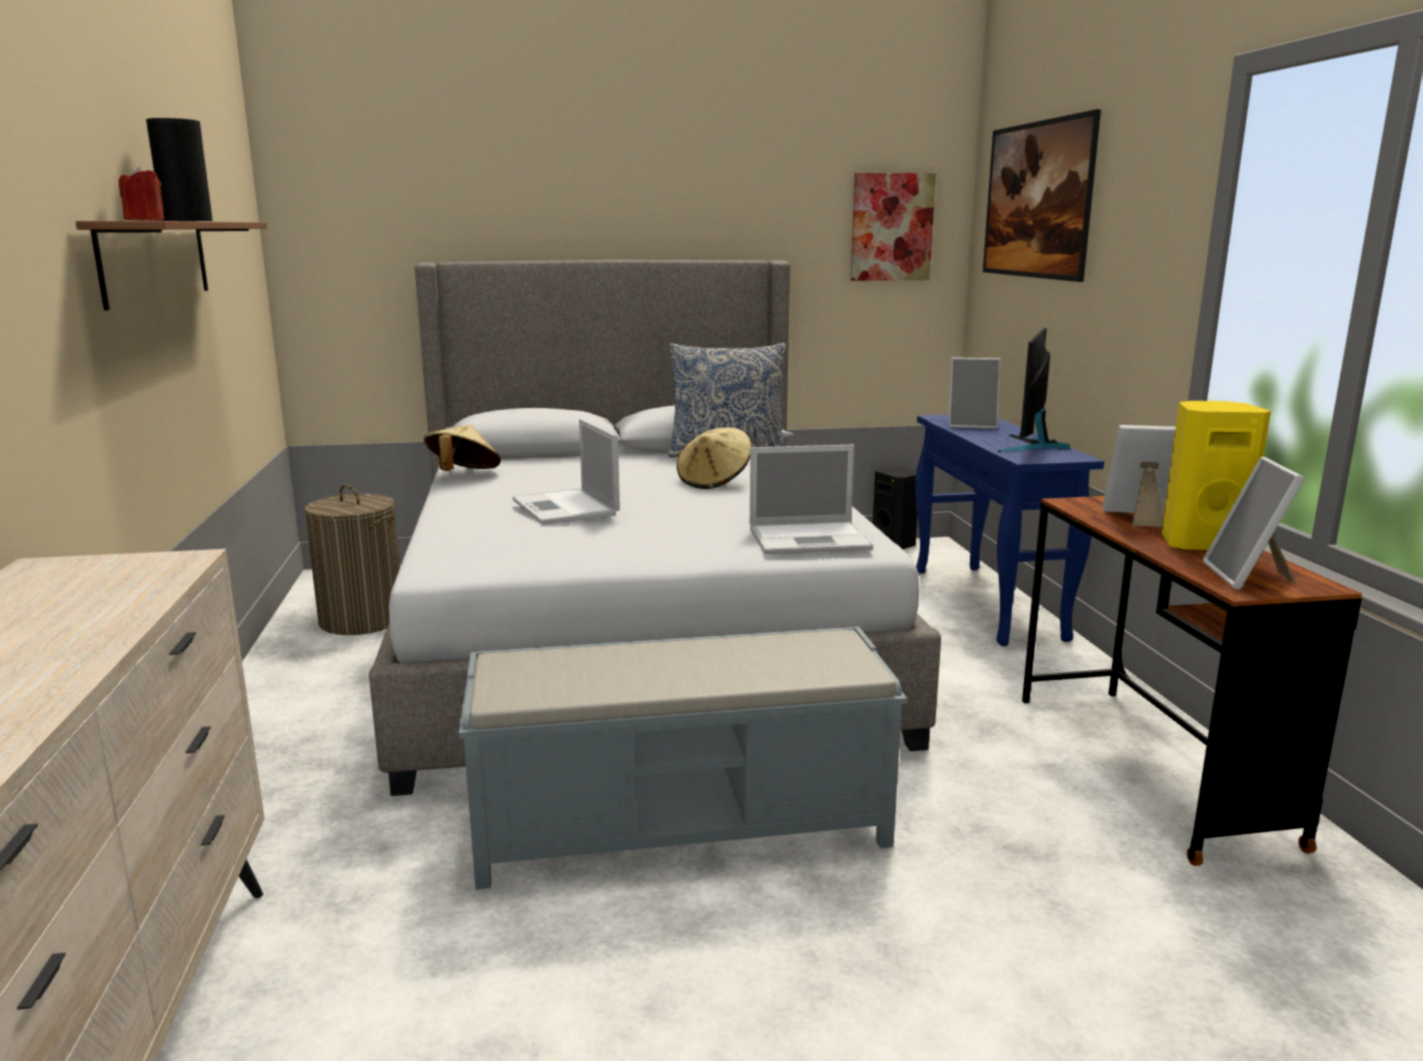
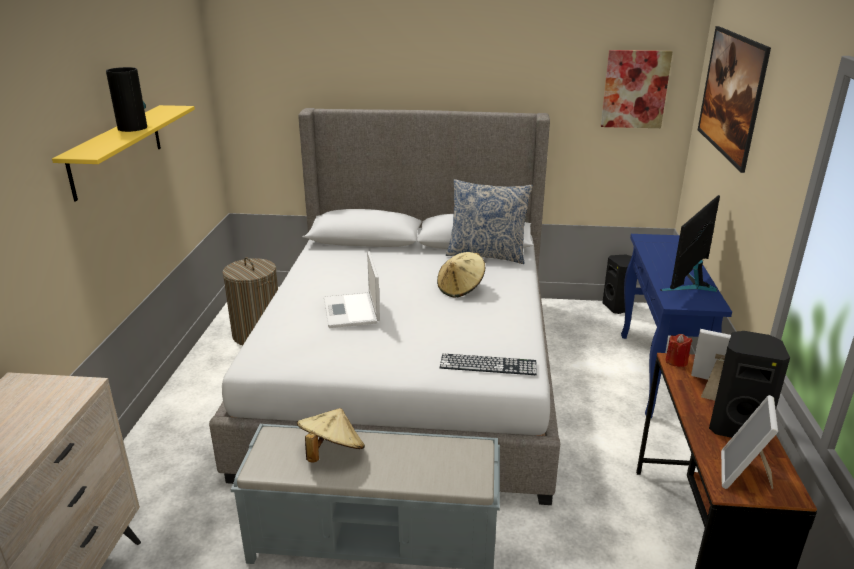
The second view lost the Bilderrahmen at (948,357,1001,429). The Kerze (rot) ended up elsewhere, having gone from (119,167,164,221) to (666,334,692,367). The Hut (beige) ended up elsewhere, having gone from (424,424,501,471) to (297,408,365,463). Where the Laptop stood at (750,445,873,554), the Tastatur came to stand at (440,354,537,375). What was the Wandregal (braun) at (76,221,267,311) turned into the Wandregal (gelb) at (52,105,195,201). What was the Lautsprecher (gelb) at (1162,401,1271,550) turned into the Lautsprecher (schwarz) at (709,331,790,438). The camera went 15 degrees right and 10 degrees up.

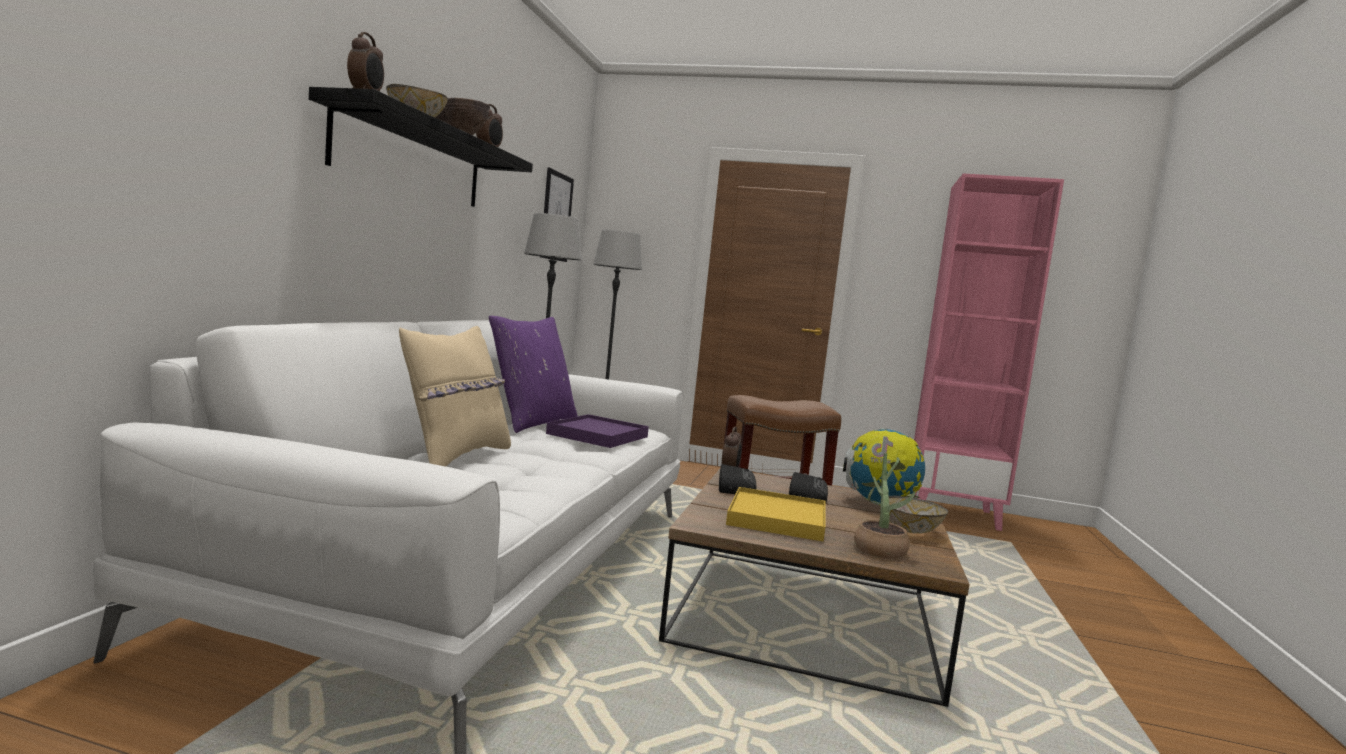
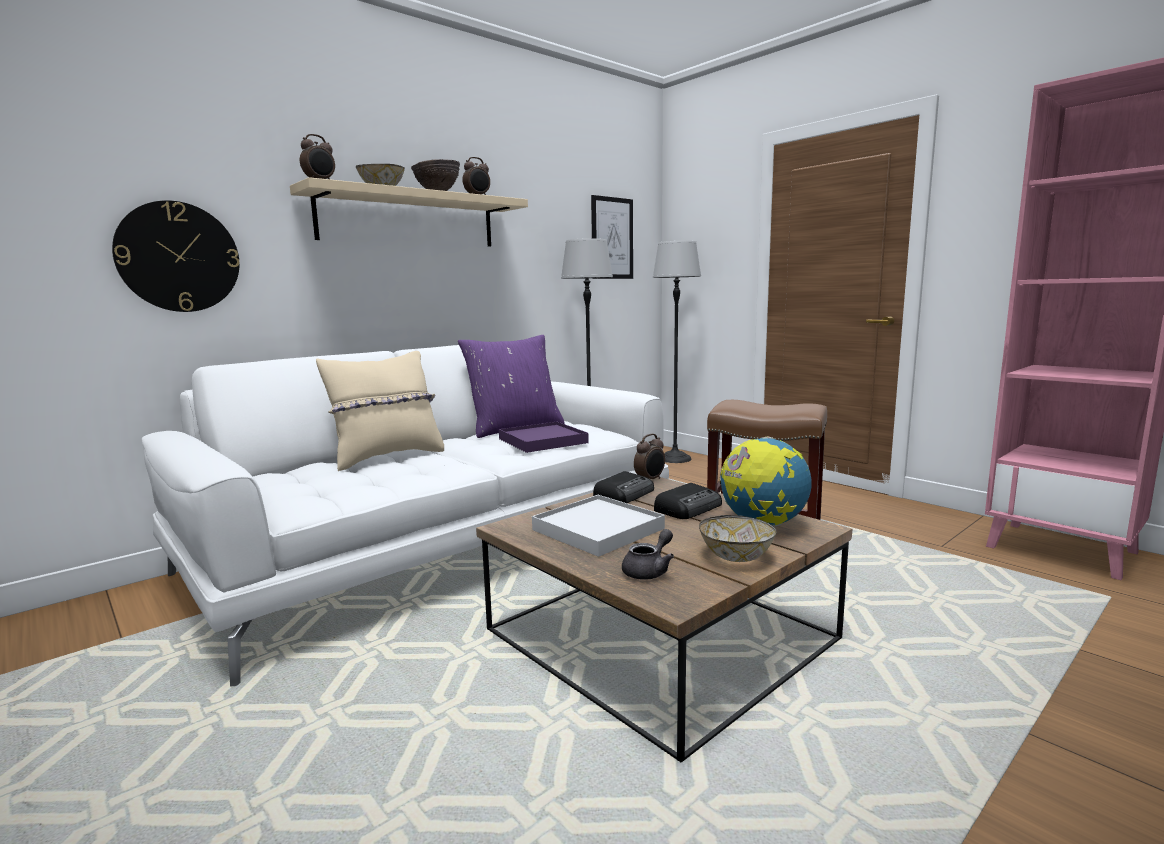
The second view gained the Wanduhr at (112,200,239,312). Where the Topfpflanze stood at (854,453,920,559), the Teekanne (grau) came to stand at (622,529,674,580). What was the Wandregal (schwarz) at (309,87,533,207) turned into the Wandregal (beige) at (290,177,528,247). What was the Tablett (gelb) at (726,487,825,541) turned into the Tablett (weiß) at (532,495,665,557). The camera went 35 degrees right and 5 degrees up.

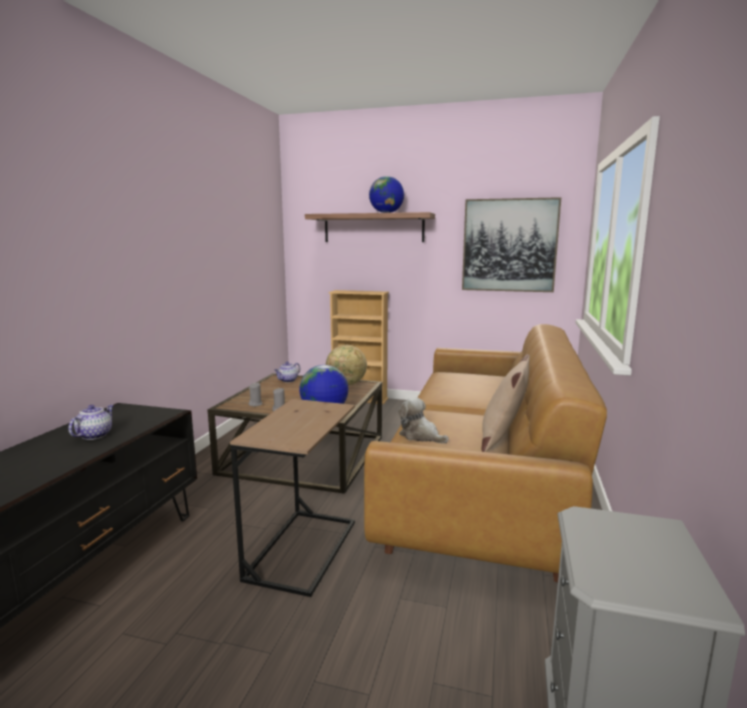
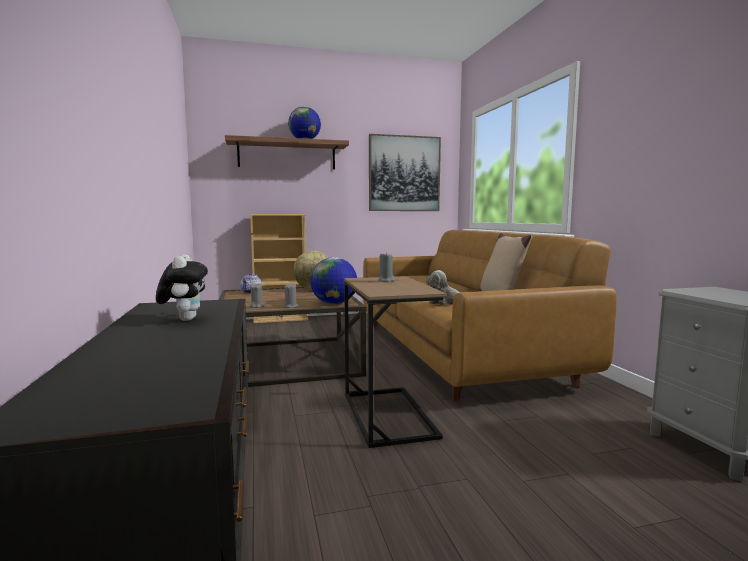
The second view gained the Kerze (grau) at (378,252,395,282). Where the Teekanne stood at (68,405,114,440), the Plüschtier came to stand at (156,254,208,321). The camera went 30 degrees left and 5 degrees down.

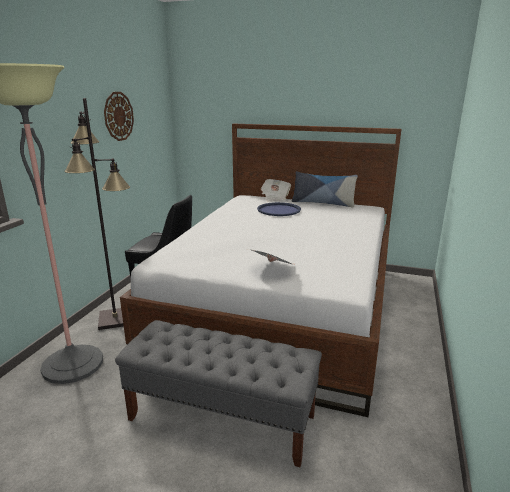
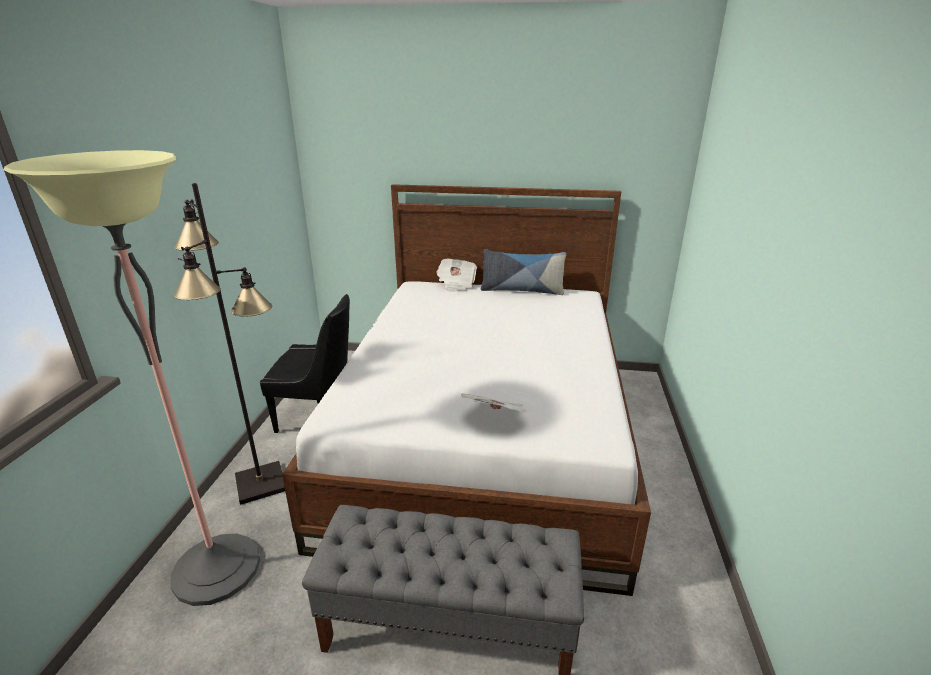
The second view lost the Wanduhr at (104,92,134,141). The second view lost the Tablett (blau) at (257,202,301,216). The camera went 10 degrees left and 5 degrees up.

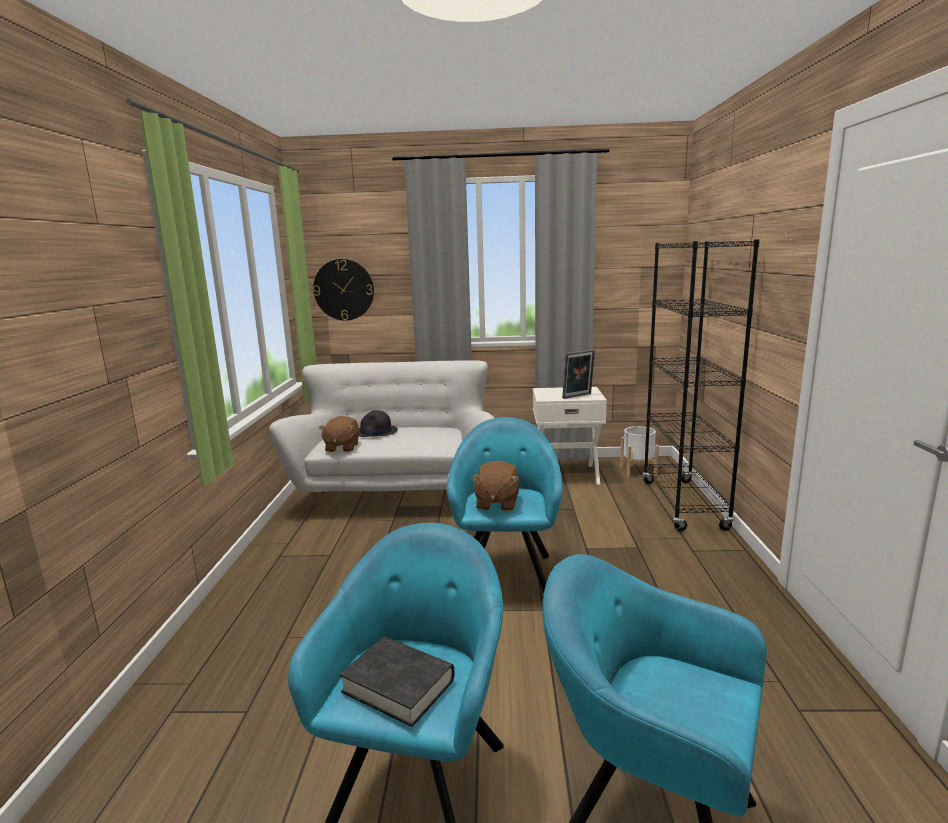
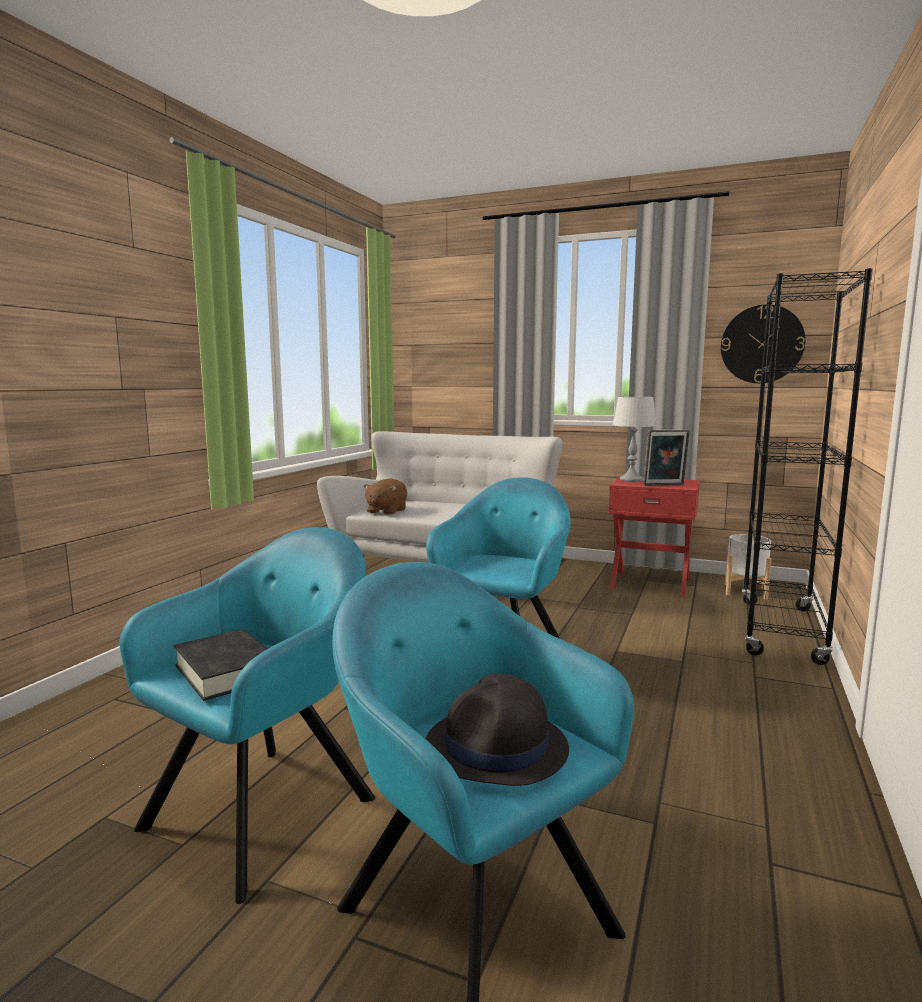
The second view lost the Plüschtier (braun) at (470,460,520,511). The second view gained the Tischlampe (grau) at (613,397,656,482). The Wanduhr ended up elsewhere, having gone from (313,259,374,321) to (721,304,806,383). The Hut (schwarz) ended up elsewhere, having gone from (359,410,398,437) to (426,673,569,786). What was the Nachttisch (weiß) at (533,387,607,485) turned into the Nachttisch (rot) at (608,476,700,597). The camera went 20 degrees right and 5 degrees down.

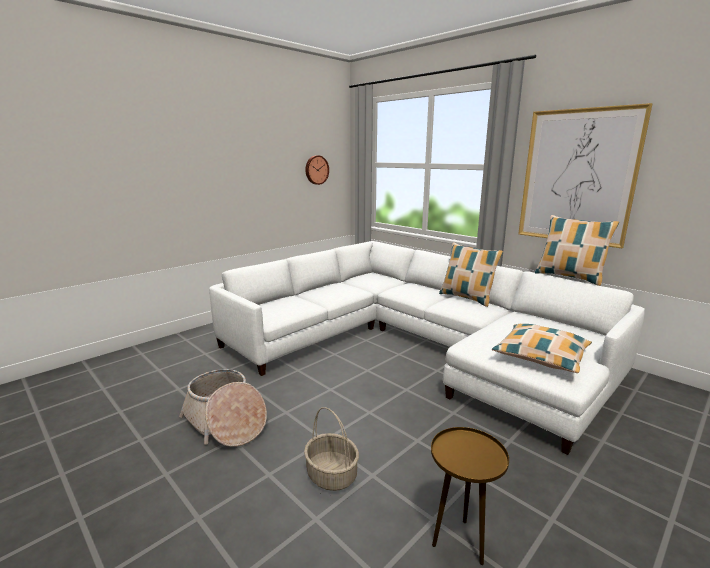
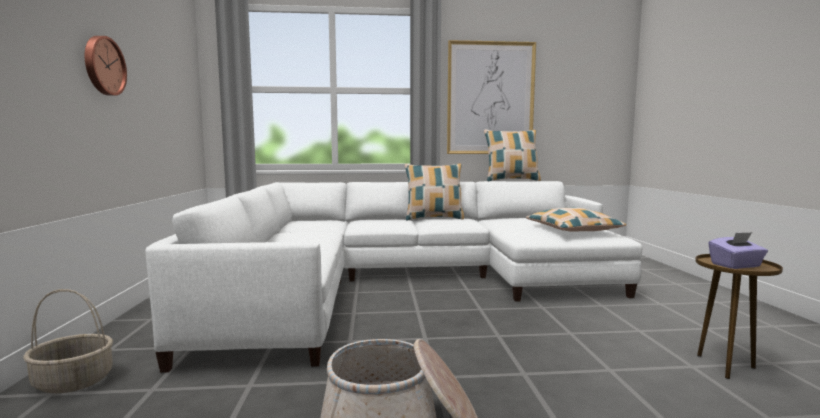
The second view gained the Taschentuchbox (lila) at (708,232,768,269). The Korb ended up elsewhere, having gone from (304,407,359,491) to (23,289,113,393). The Wanduhr ended up elsewhere, having gone from (305,155,329,185) to (85,36,127,96). The camera went 50 degrees left and 10 degrees down.

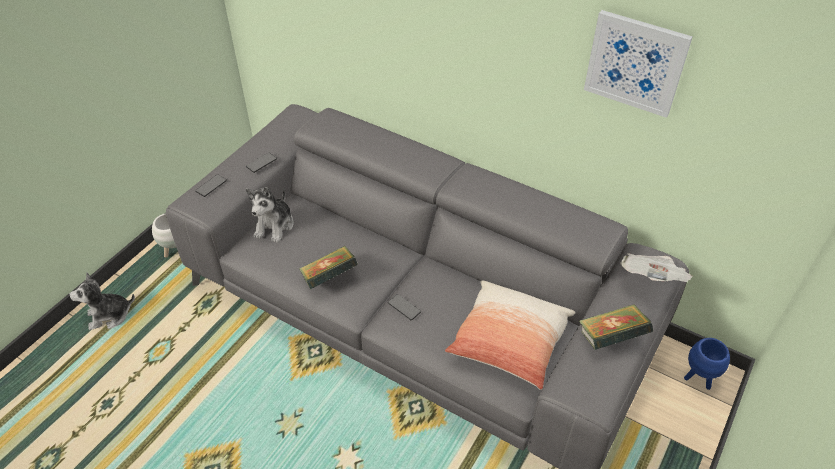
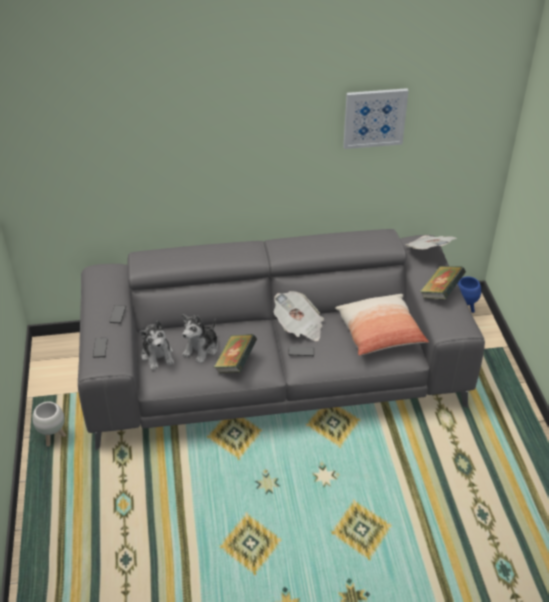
The second view gained the Zeitung at (273,291,324,341). The Plüschtier ended up elsewhere, having gone from (69,273,135,330) to (182,314,218,364). The camera went 40 degrees left and 5 degrees down.

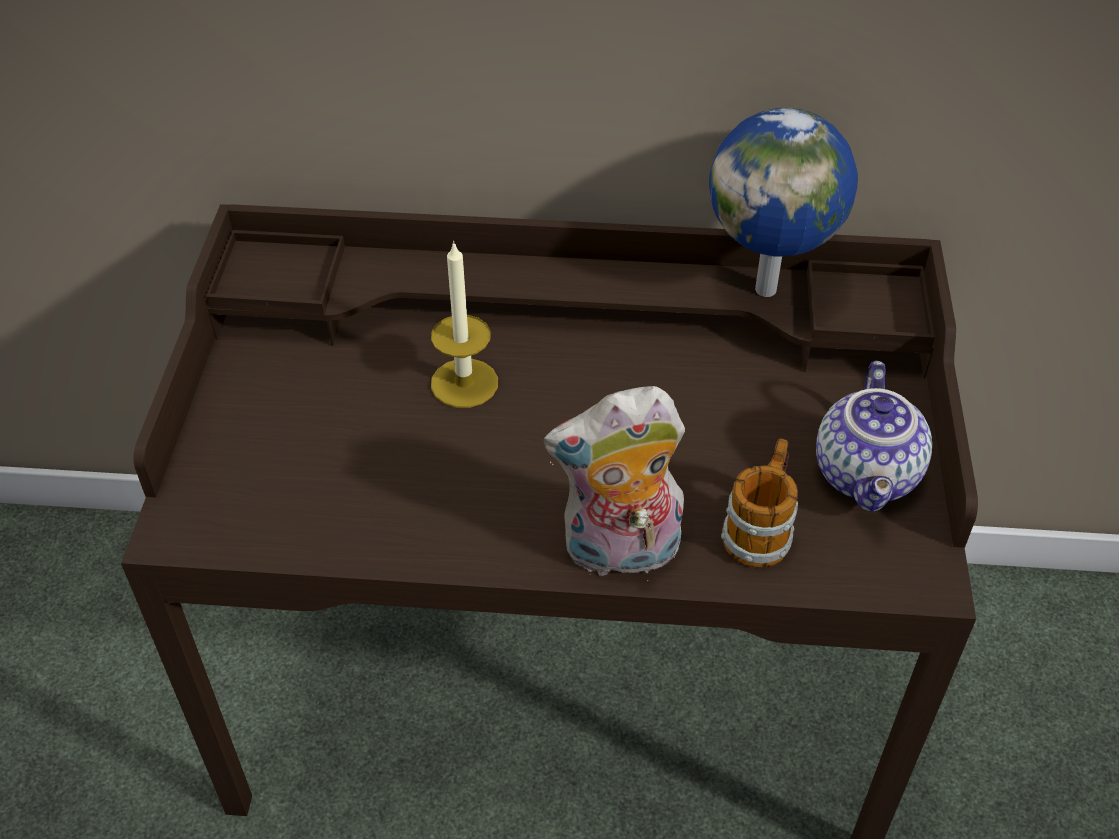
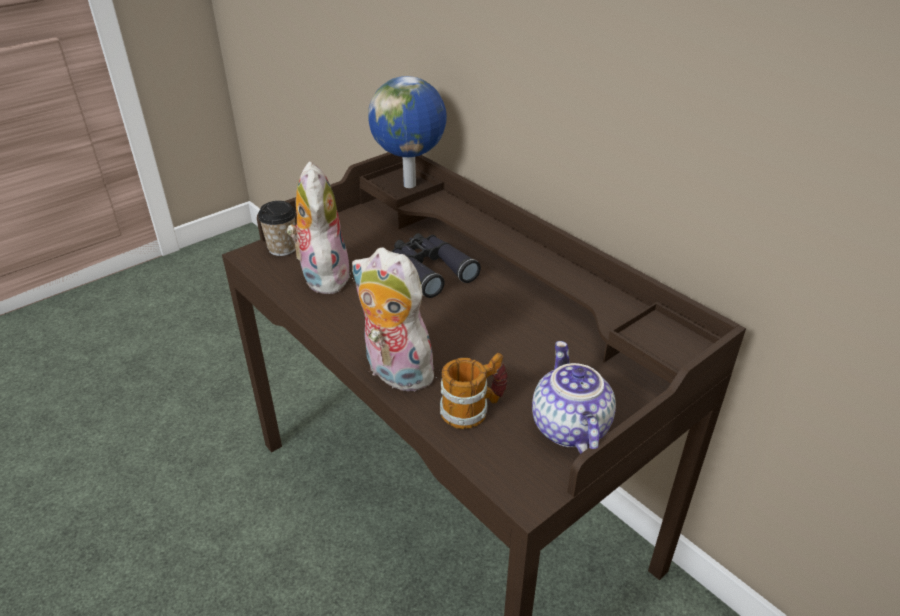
The second view gained the Tasse at (258,201,296,256). The second view gained the Plüschtier at (286,161,351,294). The Globus ended up elsewhere, having gone from (709,108,858,297) to (368,76,447,188). Where the Kerze stood at (431,240,498,408), the Fernglas (schwarz) came to stand at (392,233,481,298). The Teekanne at (816,361,932,512) ended up facing another way, 120 degrees clockwise from before. The camera went 45 degrees right and 10 degrees down.

